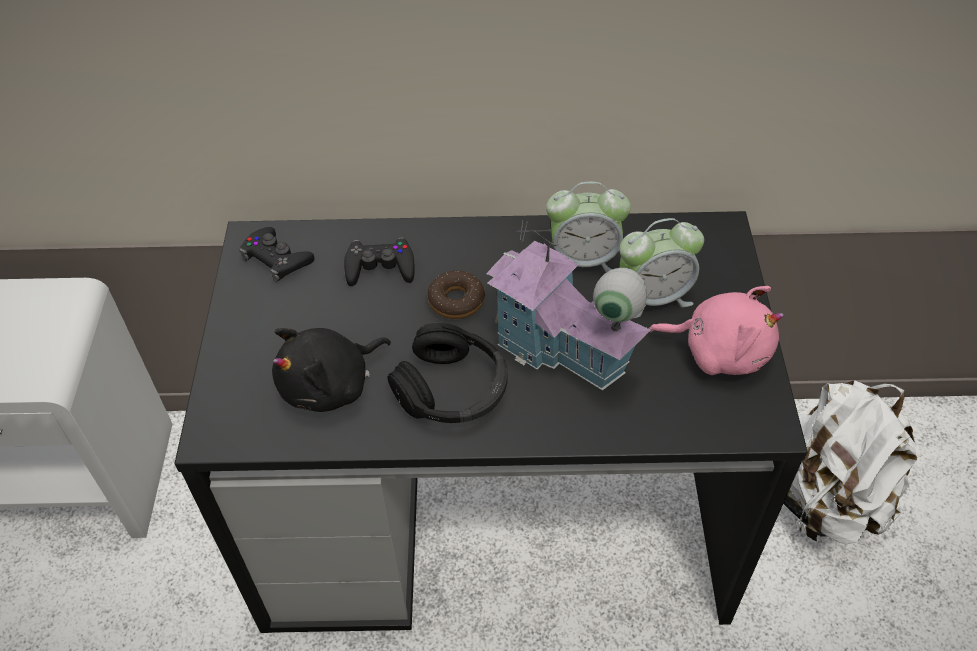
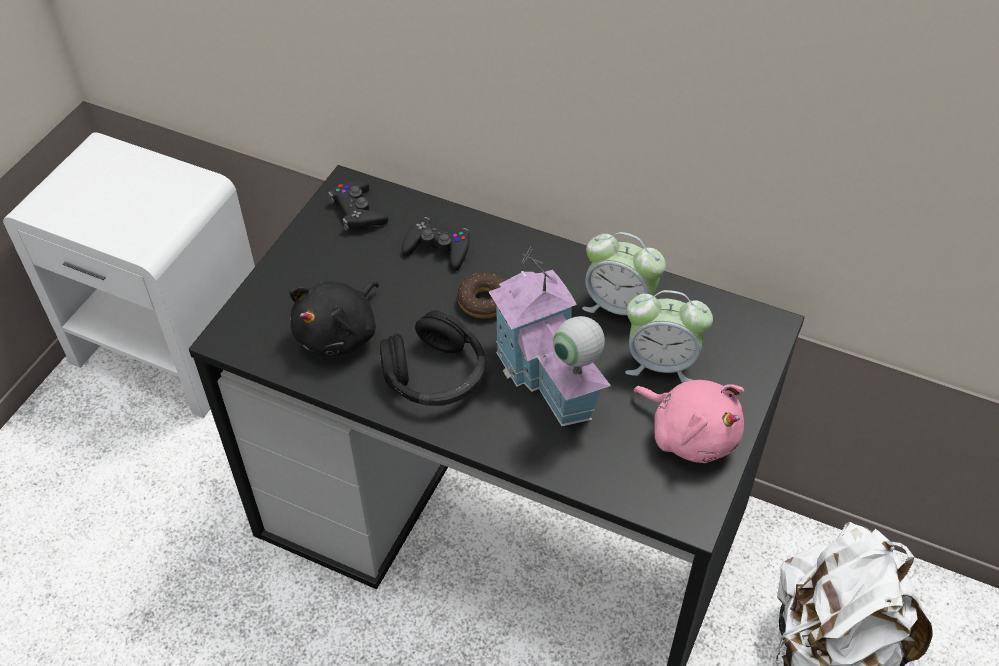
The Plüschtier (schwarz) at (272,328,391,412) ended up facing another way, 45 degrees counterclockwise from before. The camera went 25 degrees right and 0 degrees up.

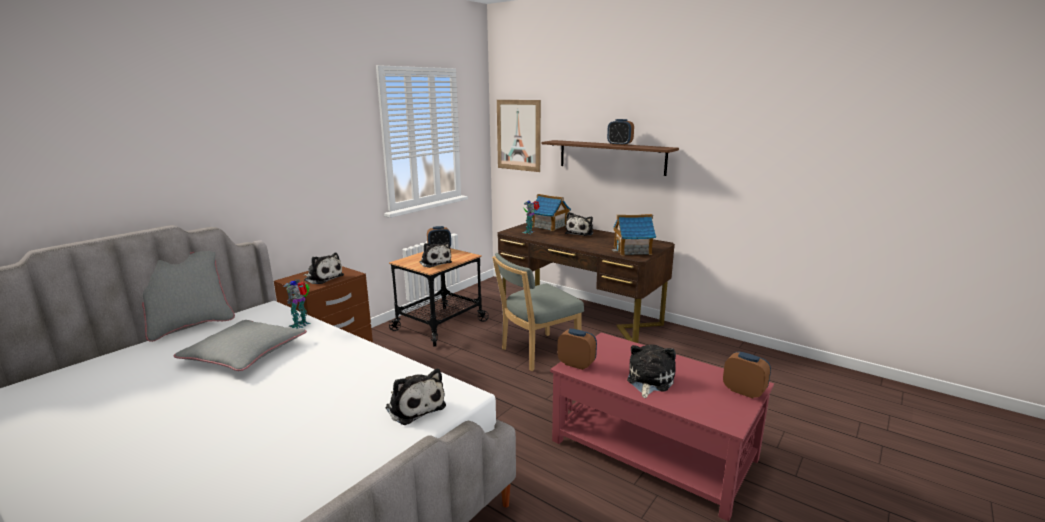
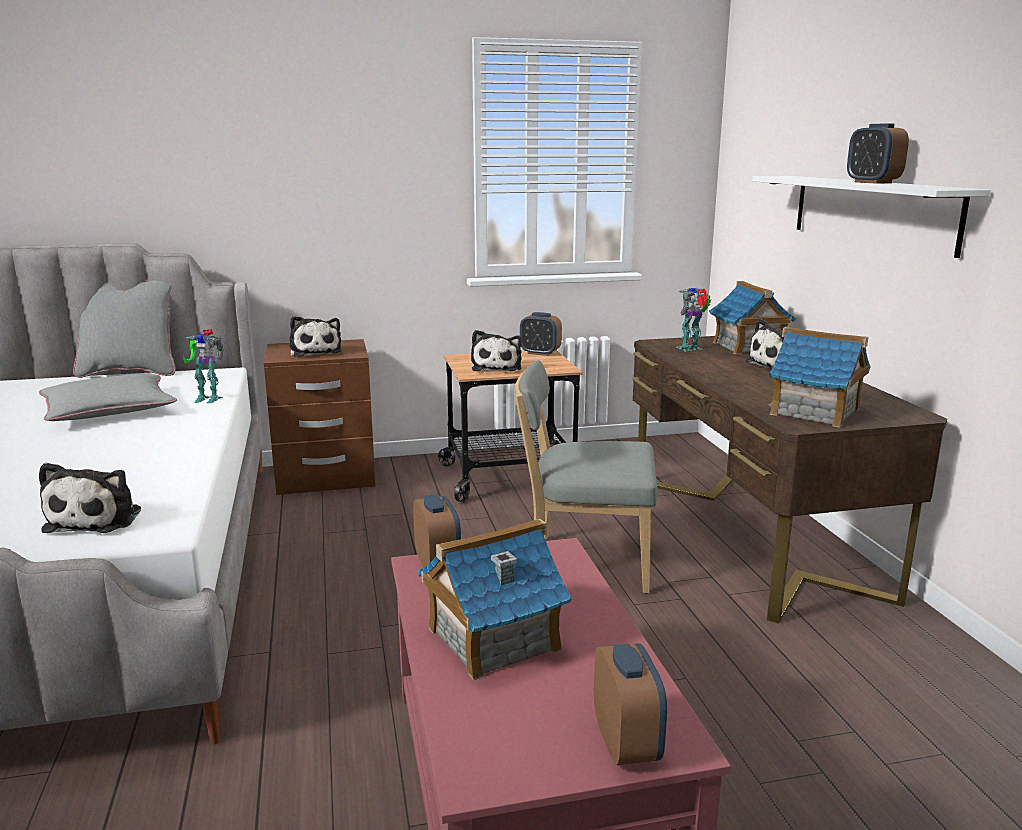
The second view lost the Bild at (497,100,541,172). Where the Plüschtier stood at (627,344,676,398), the Spielzeughaus came to stand at (418,519,572,681). What was the Wandregal (braun) at (542,140,679,176) turned into the Wandregal (weiß) at (752,176,990,258). The Spielzeugroboter at (282,279,311,329) ended up facing another way, 150 degrees counterclockwise from before. The camera went 40 degrees right and 0 degrees up.

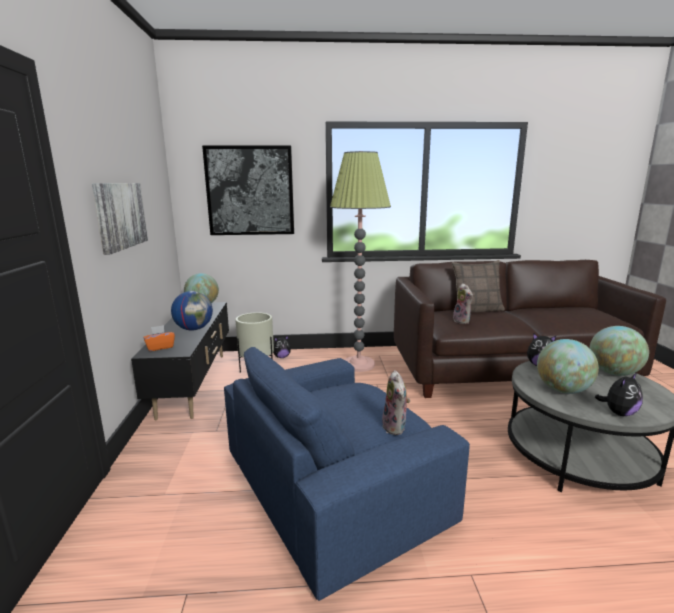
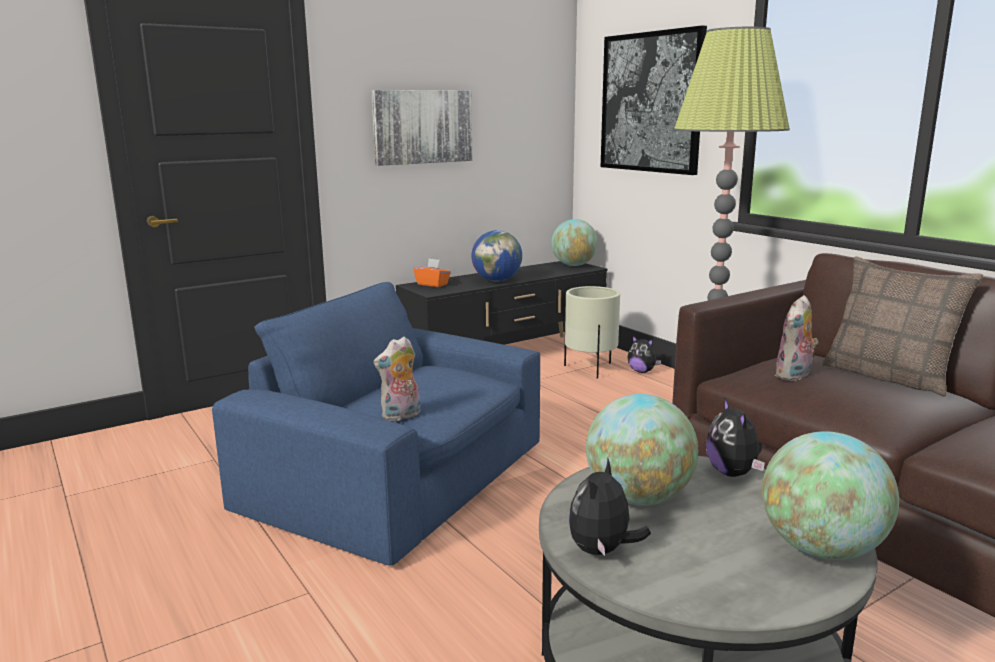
The Plüschtier at (595,373,643,416) ended up facing another way, 90 degrees clockwise from before. The camera went 60 degrees right and 0 degrees up.

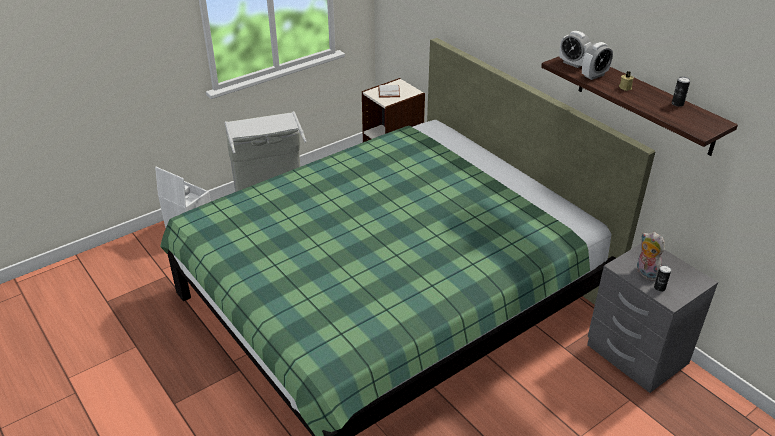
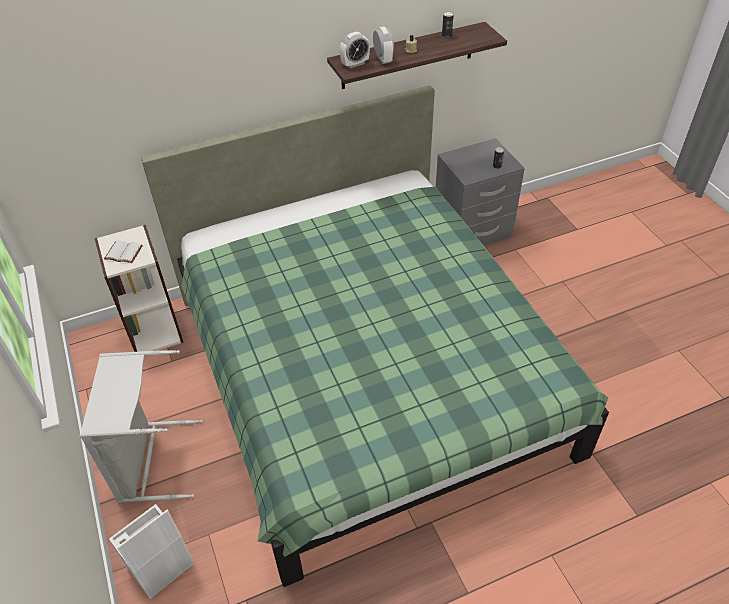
The second view lost the Plüschtier at (637,232,665,281). The camera went 75 degrees left and 10 degrees up.

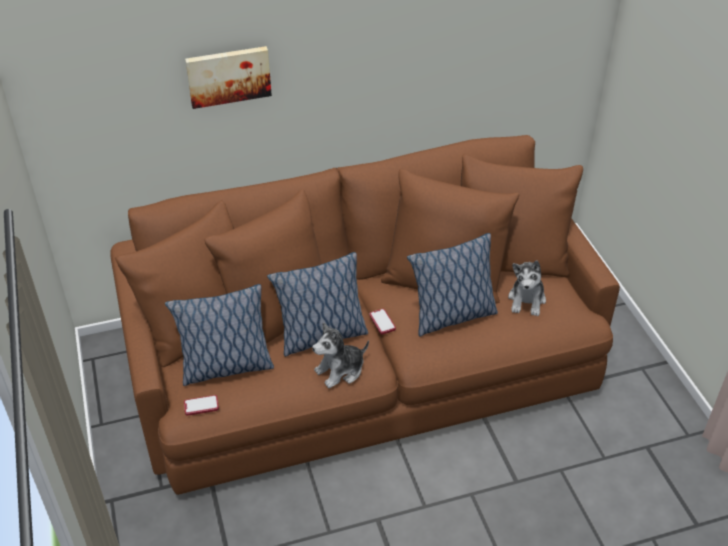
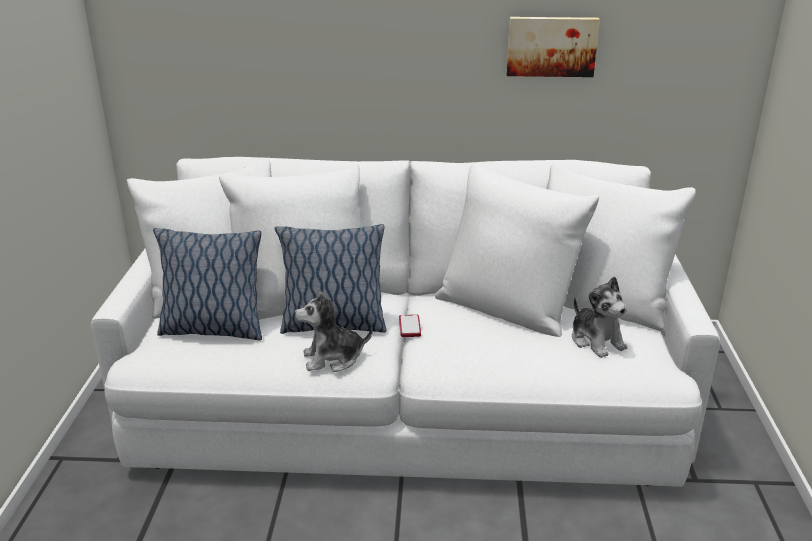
The second view lost the Handy at (184,395,219,416). The second view lost the Kissen at (407,233,498,337). The Bild ended up elsewhere, having gone from (185,46,272,109) to (507,17,600,77). What was the Sofa (braun) at (110,135,620,495) turned into the Sofa (weiß) at (91,157,720,487). The Plüschtier at (508,261,546,316) ended up facing another way, 60 degrees counterclockwise from before. The camera went 20 degrees right and 15 degrees down.

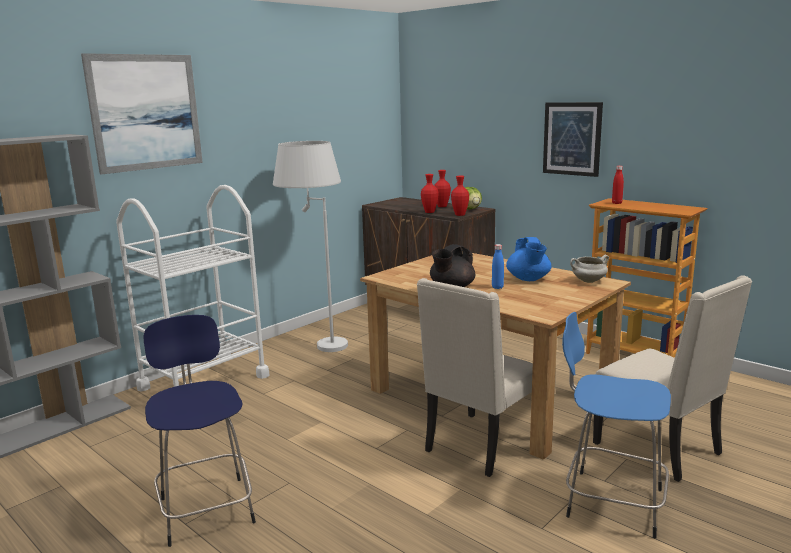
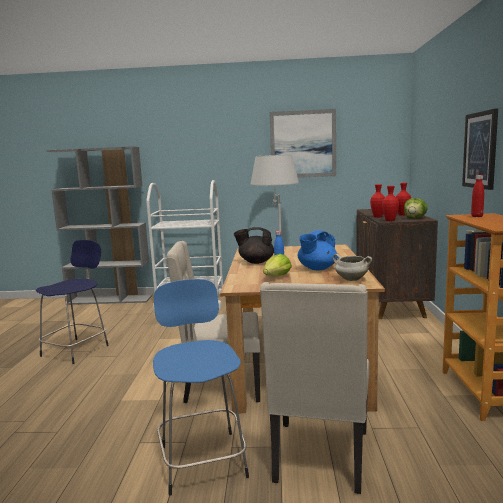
The second view gained the Salatkopf at (263,254,292,276). The Bild ended up elsewhere, having gone from (81,53,203,175) to (269,109,336,178). The camera went 50 degrees right and 5 degrees down.

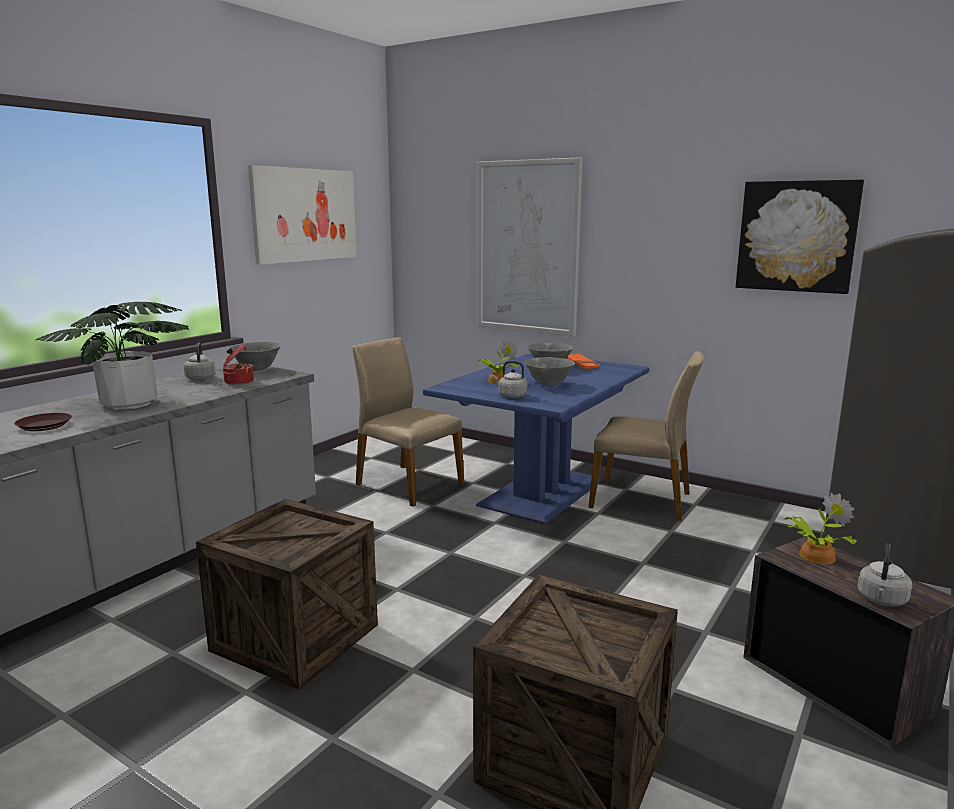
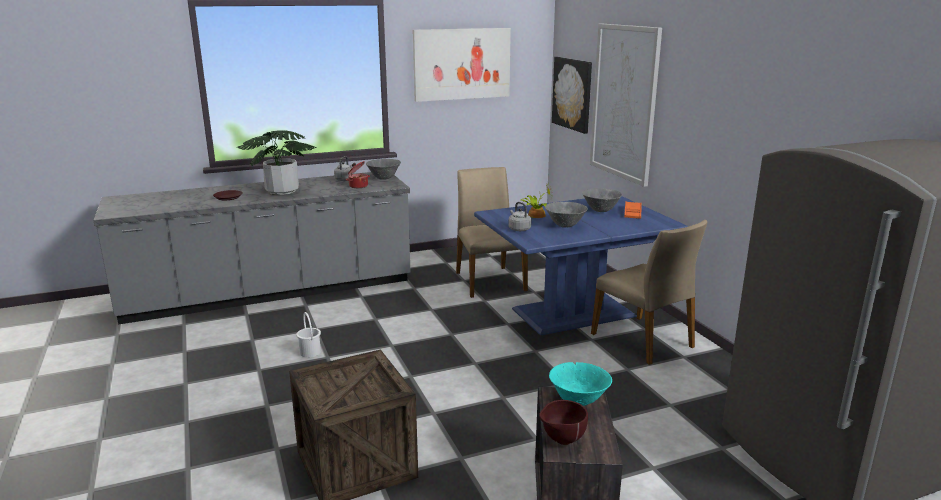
The Bild ended up elsewhere, having gone from (736,180,864,294) to (552,57,592,134). Where the Kiste stood at (196,499,378,689), the Eimer (weiß) came to stand at (296,312,321,358). Where the Topfpflanze stood at (785,493,857,564), the Schüssel (türkis) came to stand at (549,362,612,406). Where the Wasserkessel (grau) stood at (858,543,912,607), the Schüssel (braun) came to stand at (539,400,588,445). The camera went 35 degrees right and 5 degrees up.

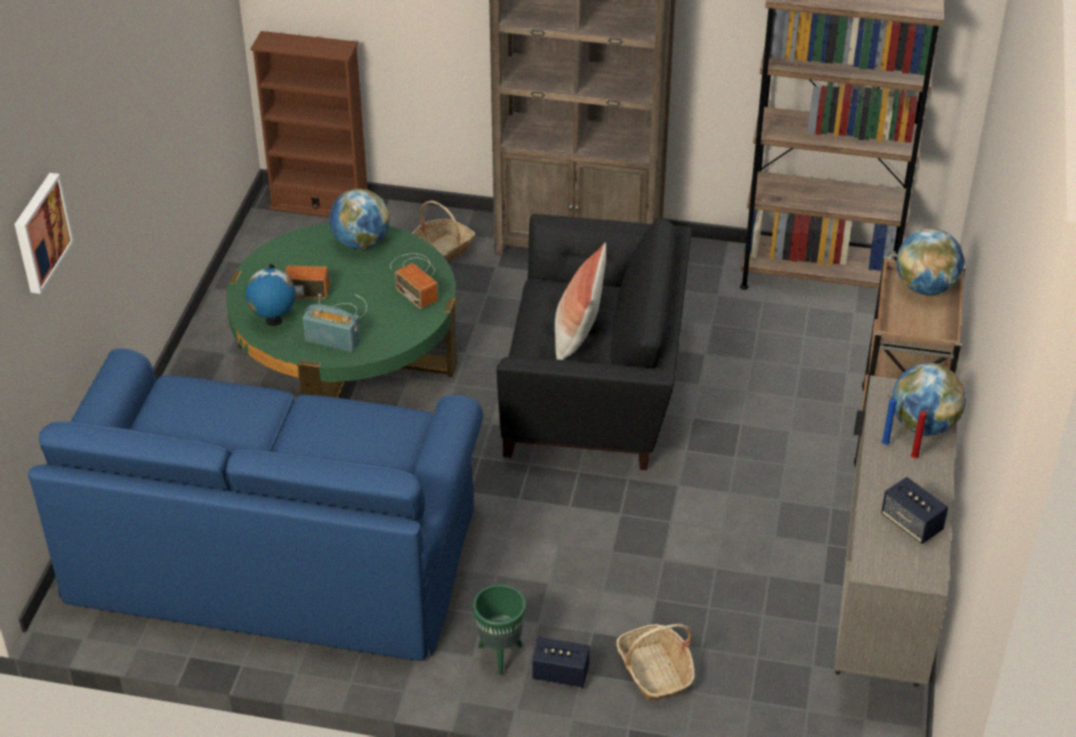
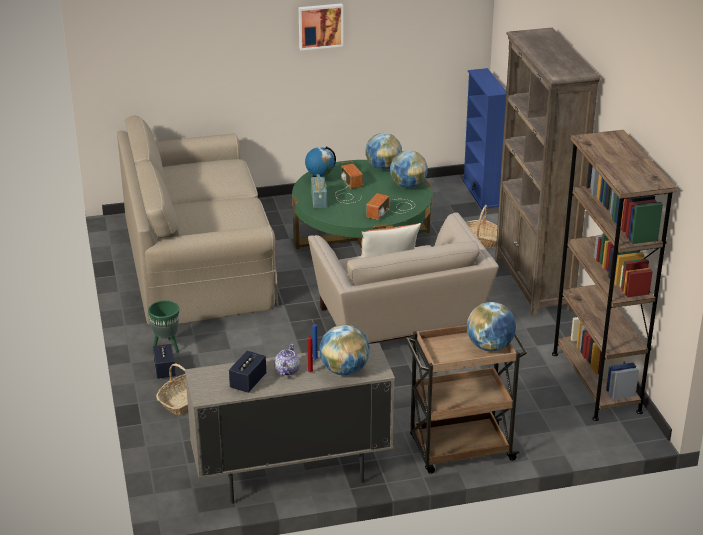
The second view gained the Teekanne at (274,344,300,376). The second view gained the Globus at (365,133,402,170). The Bild ended up elsewhere, having gone from (15,173,74,294) to (299,3,343,50). What was the Sofa (blau) at (28,349,483,661) turned into the Sofa (beige) at (117,115,278,325). What was the Bücherregal (braun) at (250,31,368,217) turned into the Bücherregal (blau) at (462,68,506,209). What was the Sessel (schwarz) at (497,214,692,470) turned into the Sessel (beige) at (308,212,499,344). The camera went 65 degrees right and 10 degrees down.

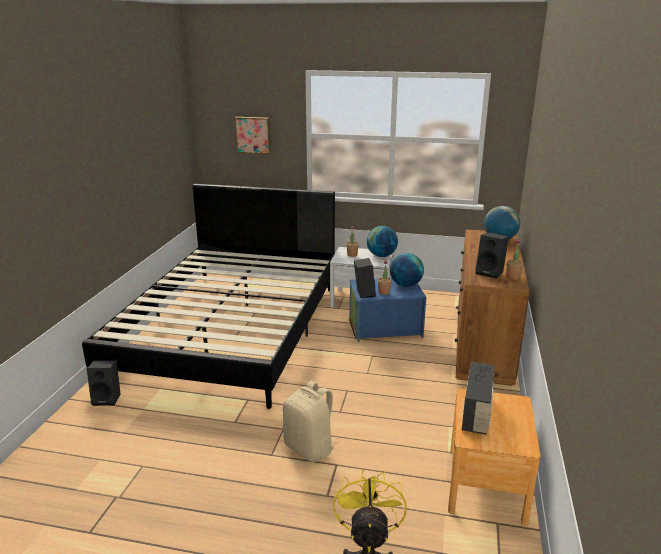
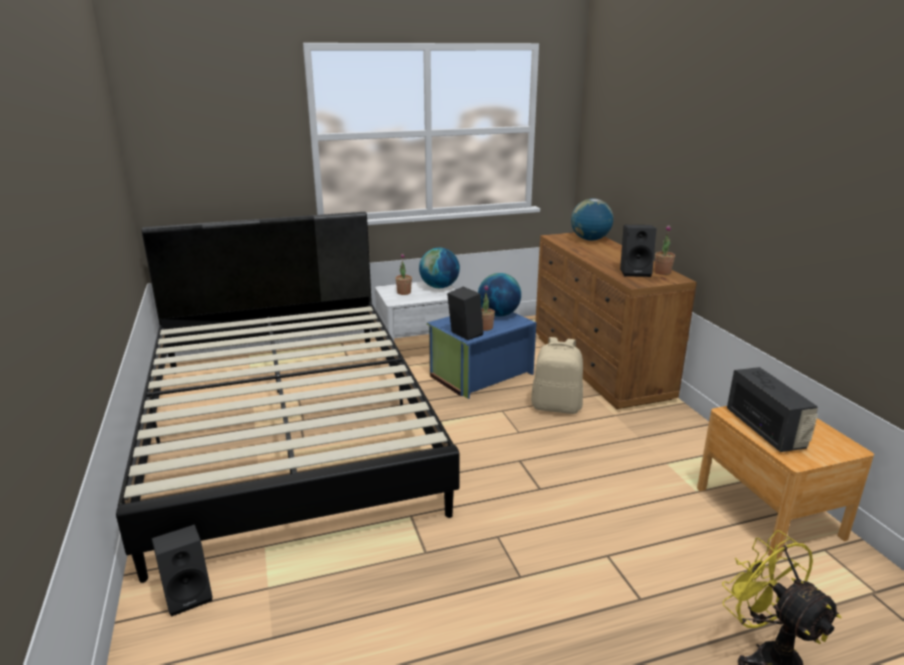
The second view lost the Bild at (234,117,271,154). The Rucksack (beige) ended up elsewhere, having gone from (283,381,338,462) to (531,337,583,414). The camera went 30 degrees left and 0 degrees up.

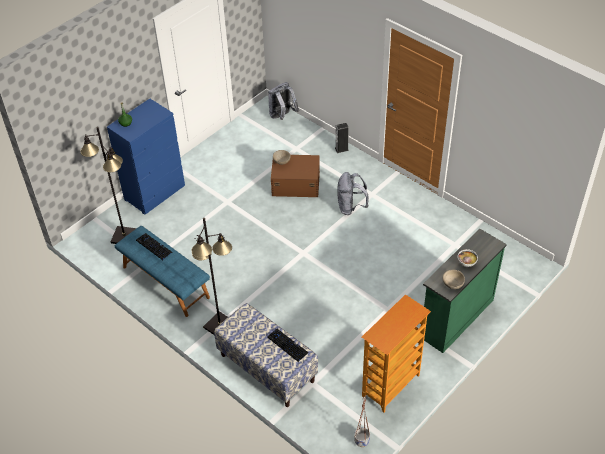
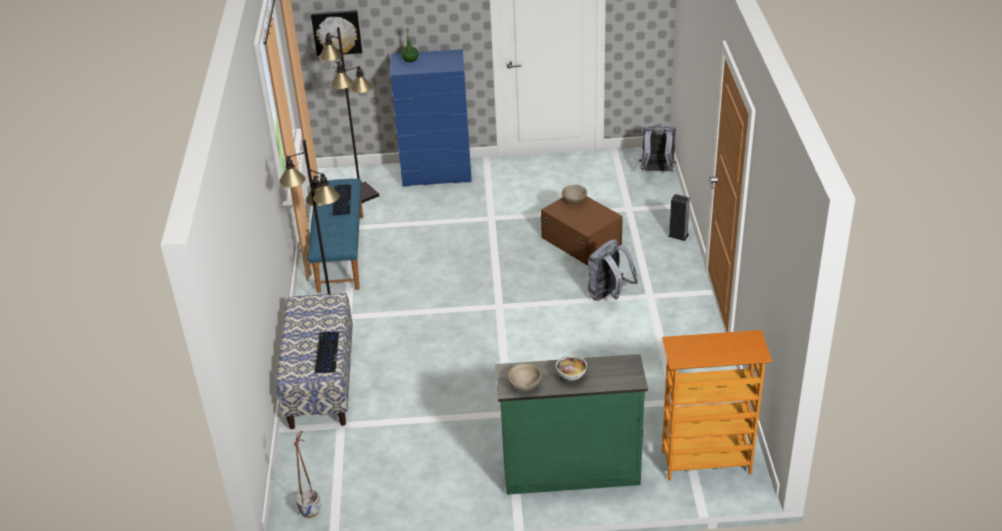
The second view gained the Bild at (311,10,362,56). The Bücherregal ended up elsewhere, having gone from (362,294,431,413) to (662,330,772,480). The camera went 45 degrees right and 10 degrees down.

